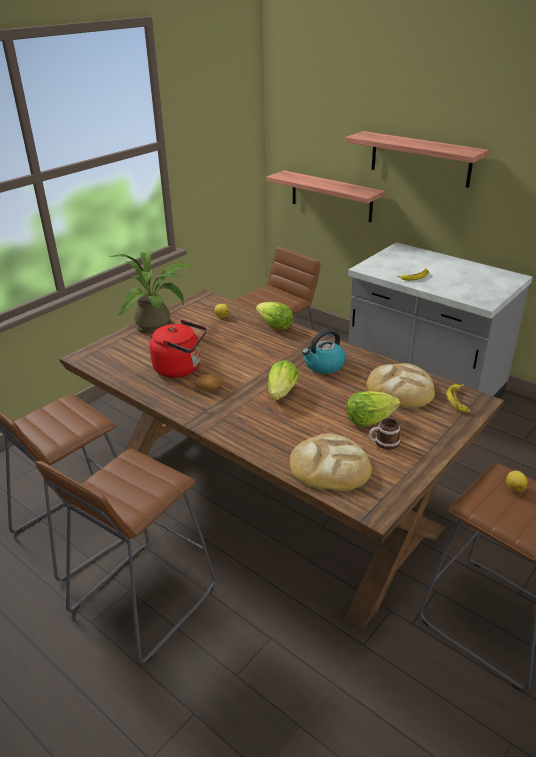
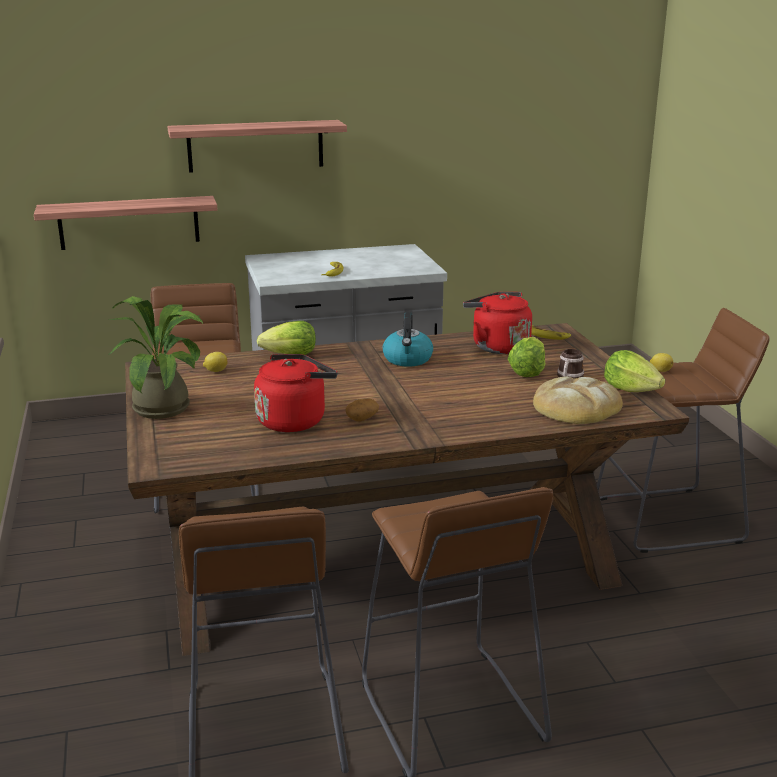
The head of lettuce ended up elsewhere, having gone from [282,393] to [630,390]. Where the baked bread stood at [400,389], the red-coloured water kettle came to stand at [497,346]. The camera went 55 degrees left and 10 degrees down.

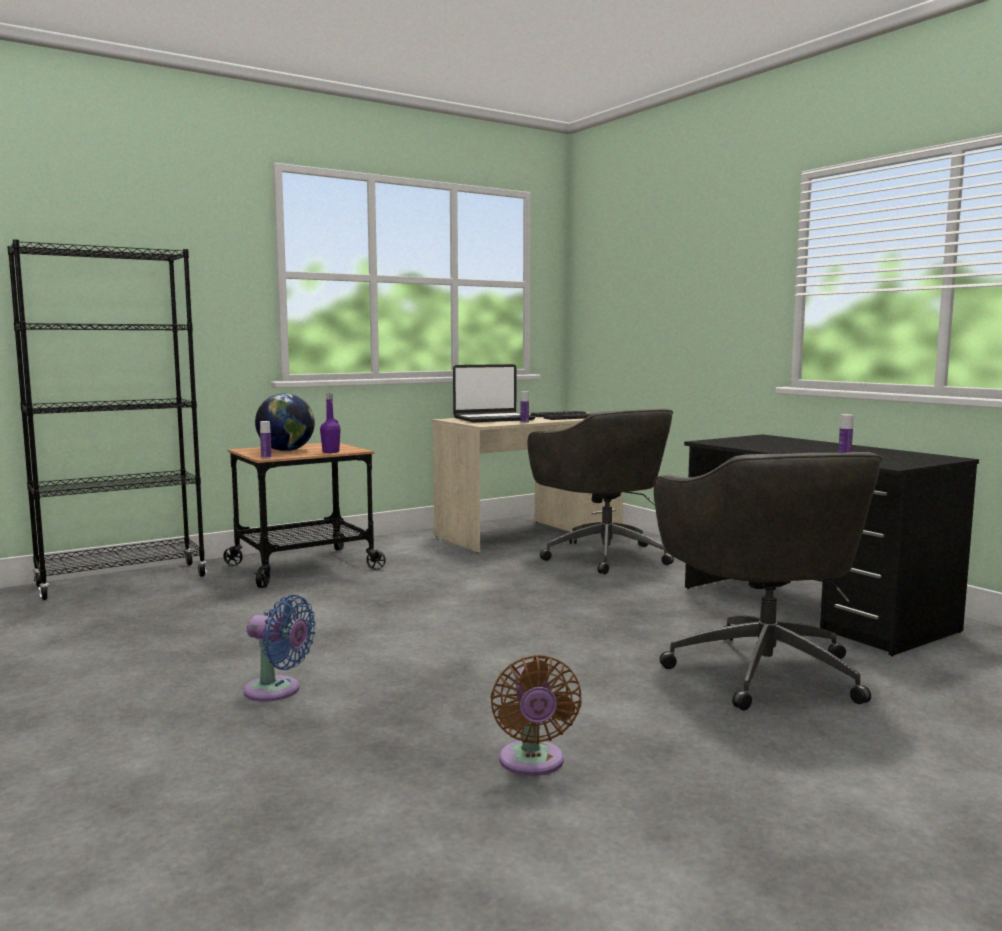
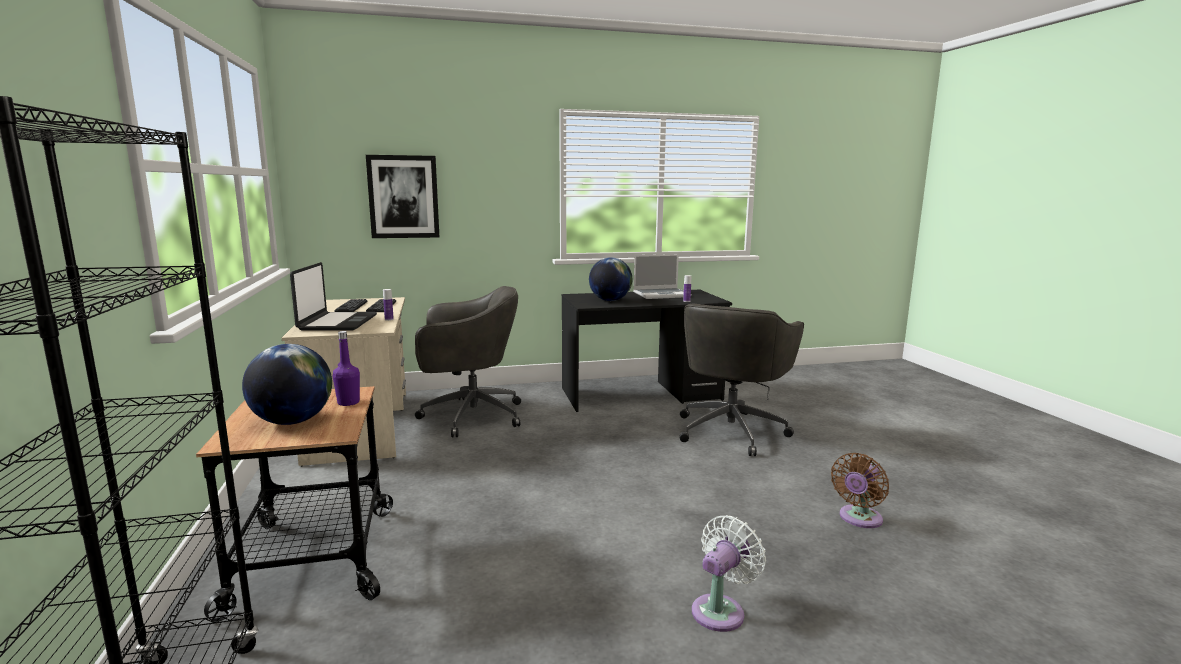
What was the blue cooling fan at [277,691] turned into the white cooling fan at [721,610]. The second view lost the bottle at [266,457]. The brownish cooling fan at [532,763] ended up facing another way, 120 degrees clockwise from before. The gray office chair at [762,670] ended up facing another way, 105 degrees clockwise from before. The second view gained the picture at [403,197]. The second view gained the desk globe at [610,300]. The second view gained the portable computer at [662,295]. The camera went 70 degrees left and 5 degrees up.

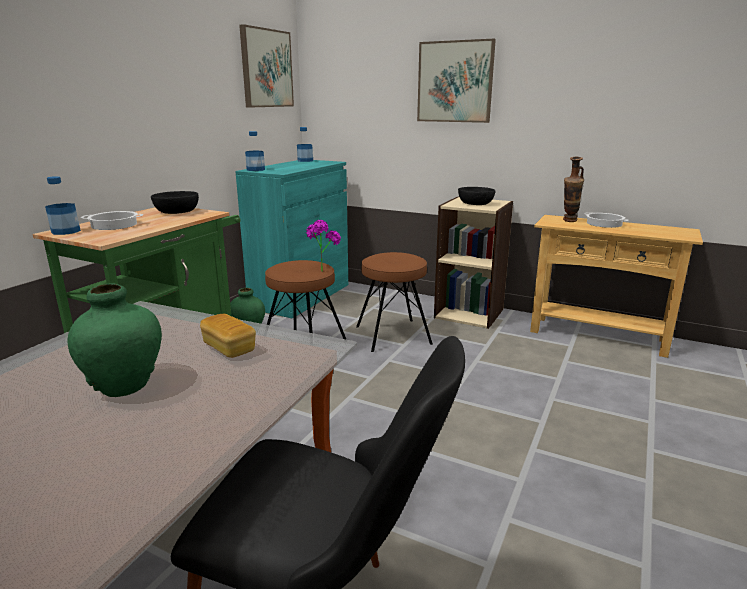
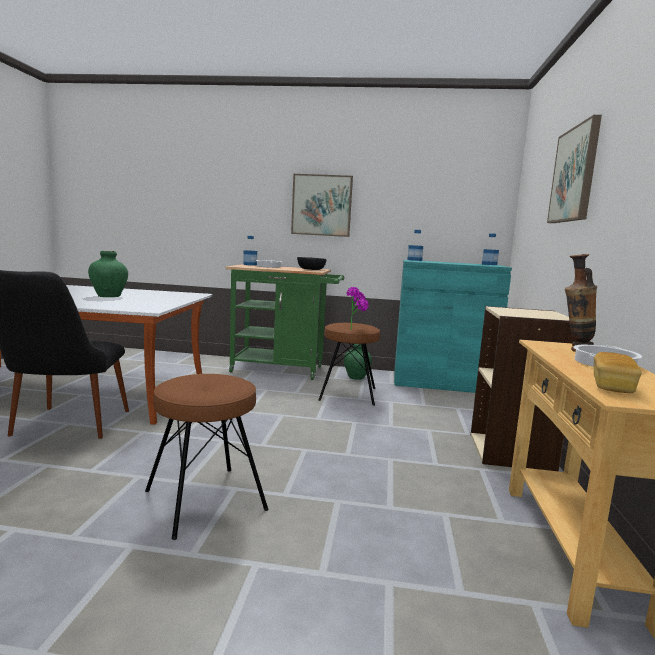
The baked bread ended up elsewhere, having gone from [229,348] to [612,386]. The picture ended up elsewhere, having gone from [266,68] to [321,205]. The brownish stool ended up elsewhere, having gone from [392,335] to [205,500]. The second view lost the black serving bowl at [475,203]. The camera went 70 degrees right and 10 degrees down.

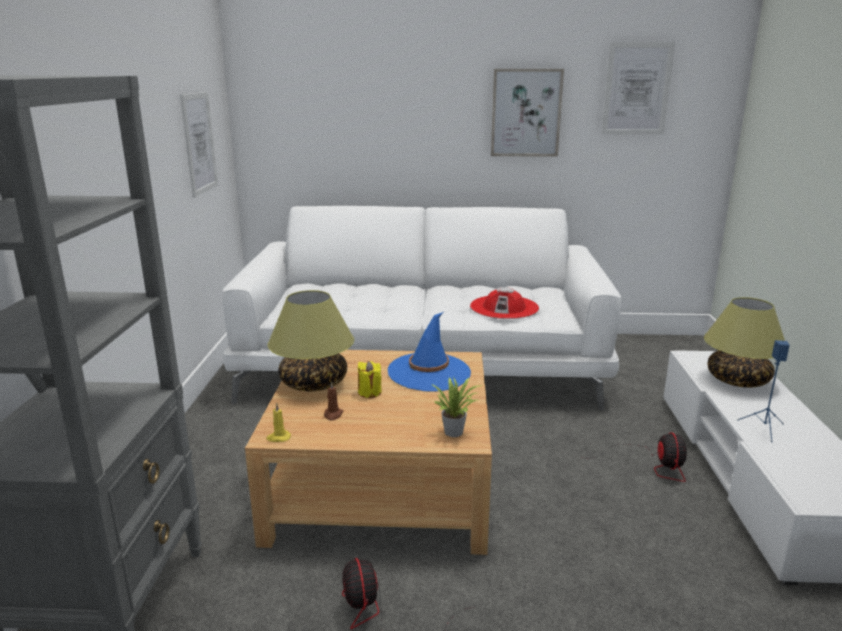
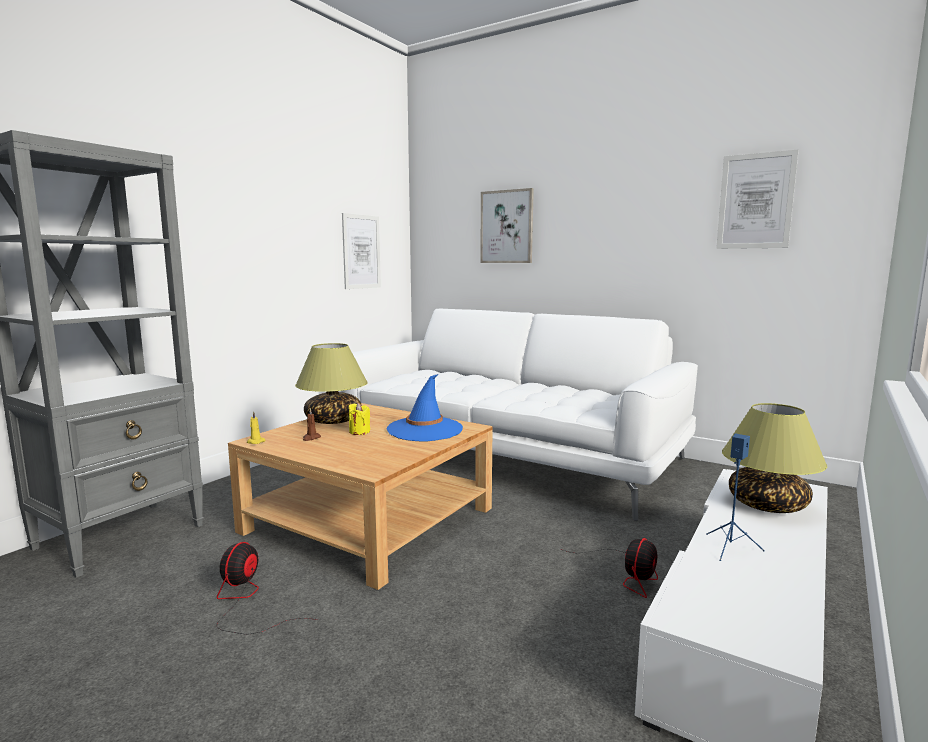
The second view lost the plant in a pot at [455,431]. The second view lost the red-coloured hat at [504,307]. The picture ended up elsewhere, having gone from [526,113] to [507,227]. The camera went 30 degrees right and 10 degrees down.

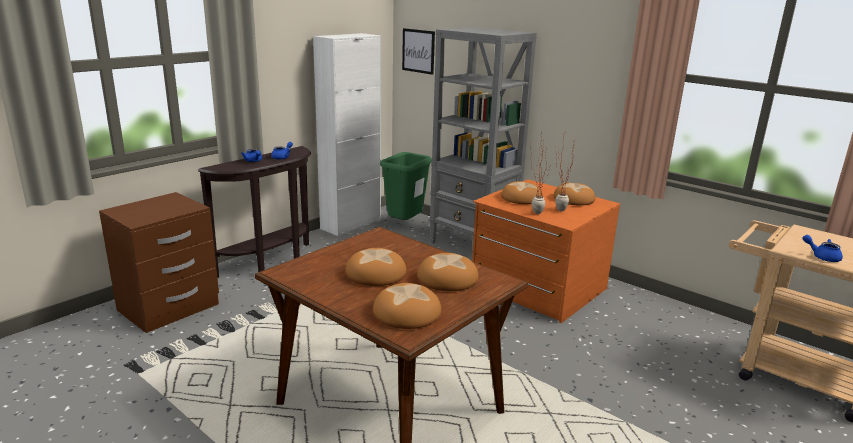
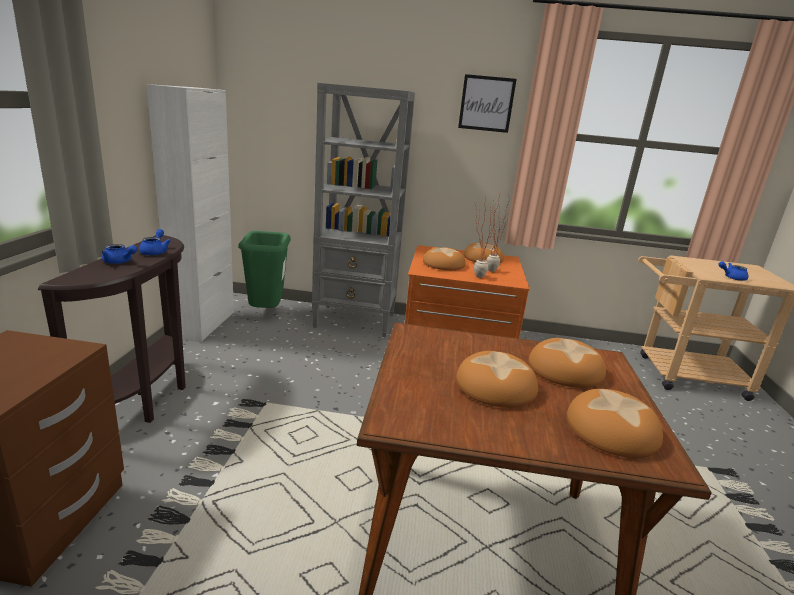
The picture ended up elsewhere, having gone from [418,51] to [486,103]. The camera went 35 degrees left and 0 degrees up.

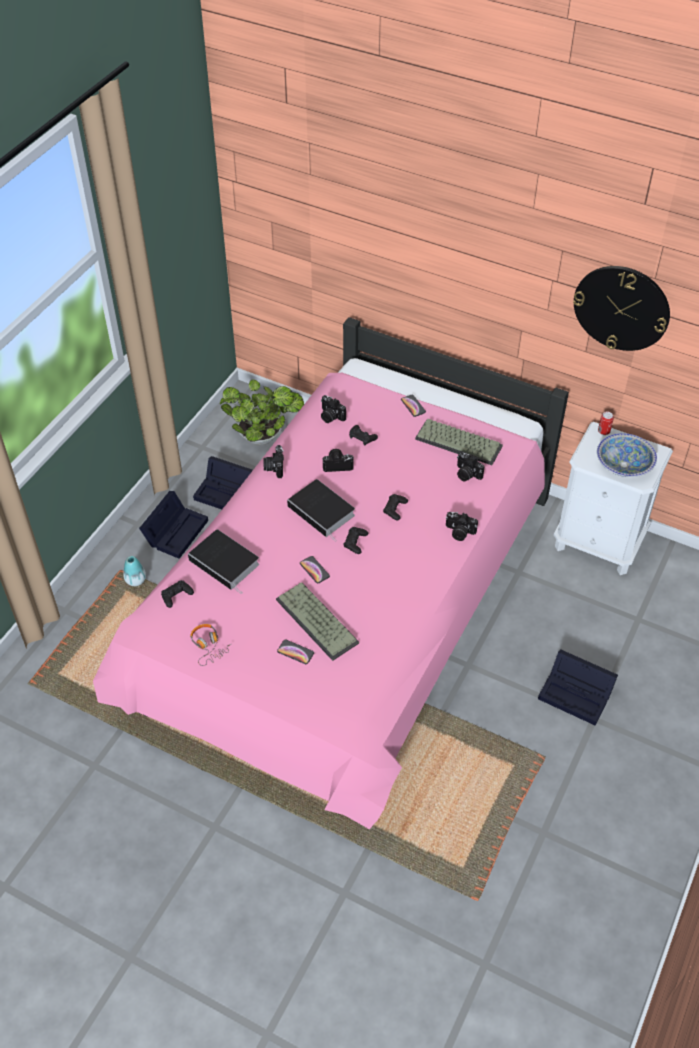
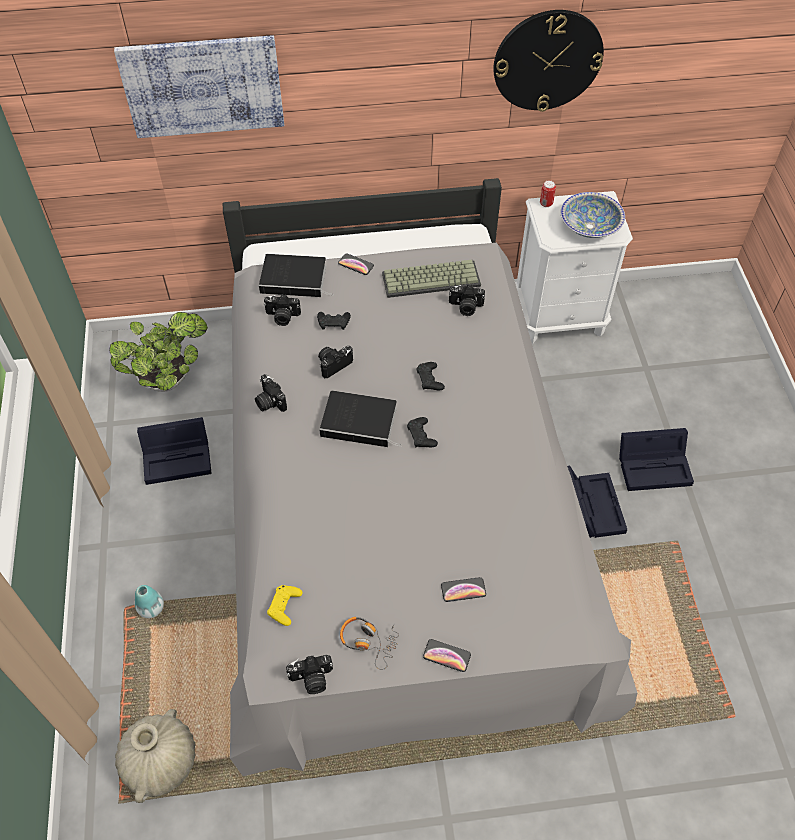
What was the pink bedroom bed at [348,611] turned into the gray bedroom bed at [396,509]. The black storage bin ended up elsewhere, having gone from [176,530] to [590,506]. What was the black joypad at [176,595] turned into the yellow joypad at [284,606]. The bound book ended up elsewhere, having gone from [226,563] to [296,279]. The second view lost the computer keyboard at [318,621]. The telephone ended up elsewhere, having gone from [314,570] to [447,655]. The still camera ended up elsewhere, having gone from [459,532] to [312,679]. The second view gained the picture at [203,86]. The second view gained the beige decorative vase at [160,762]. The camera went 35 degrees left and 5 degrees up.

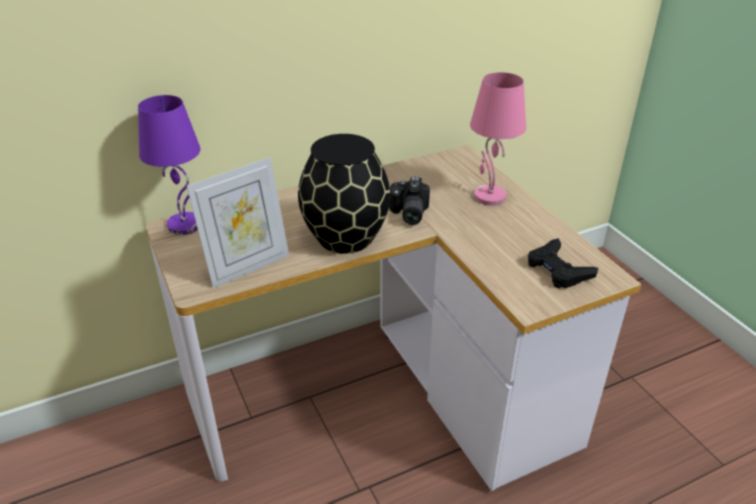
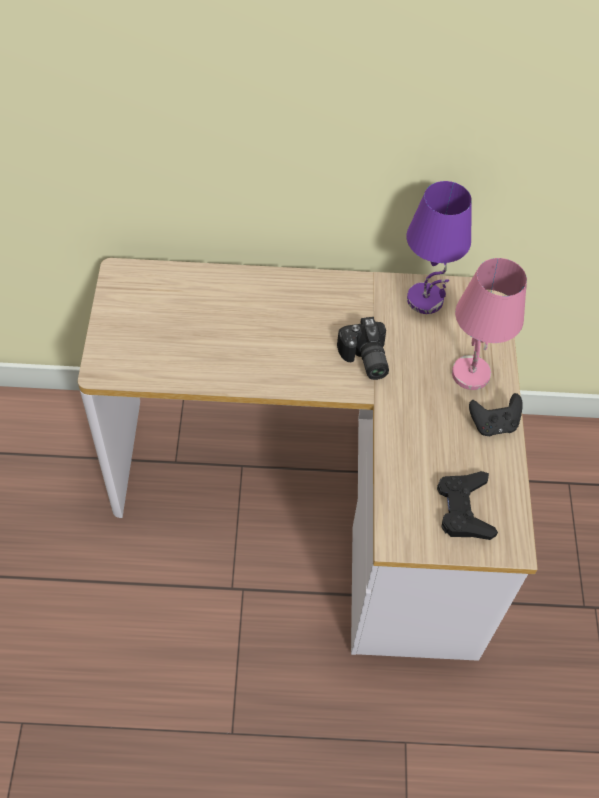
The purple lamp for a table ended up elsewhere, having gone from [186,225] to [426,300]. The second view lost the photo frame at [247,267]. The second view lost the black decorative vase at [345,238]. The still camera at [407,213] ended up facing another way, 45 degrees counterclockwise from before. The second view gained the black joypad at [493,424]. The camera went 25 degrees right and 20 degrees up.

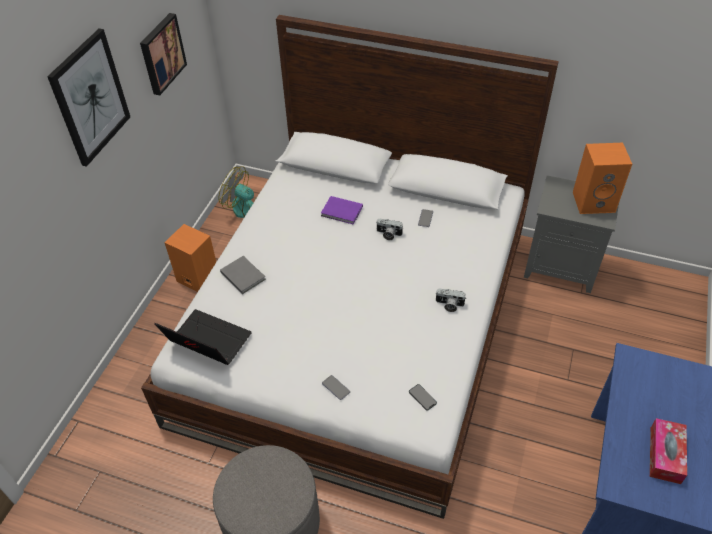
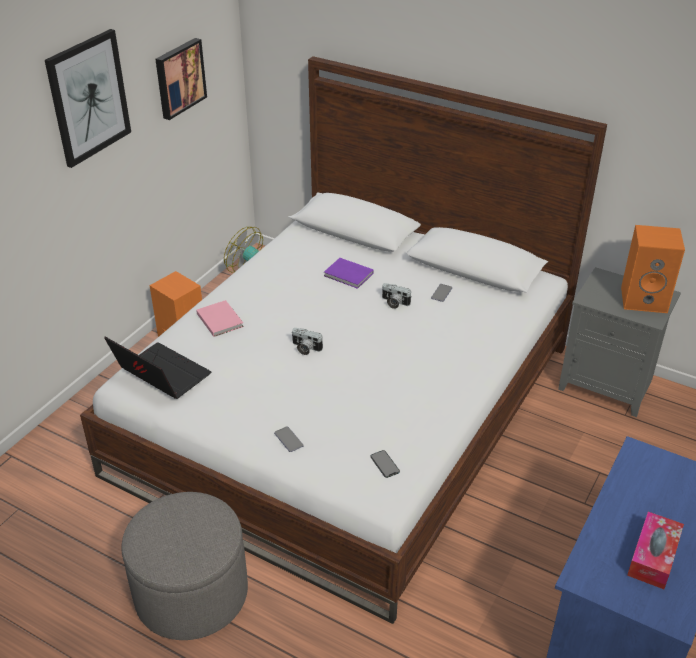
What was the gray bound book at [243,275] turned into the pink bound book at [220,319]. The still camera ended up elsewhere, having gone from [449,305] to [305,348]. The camera went 10 degrees right and 10 degrees down.

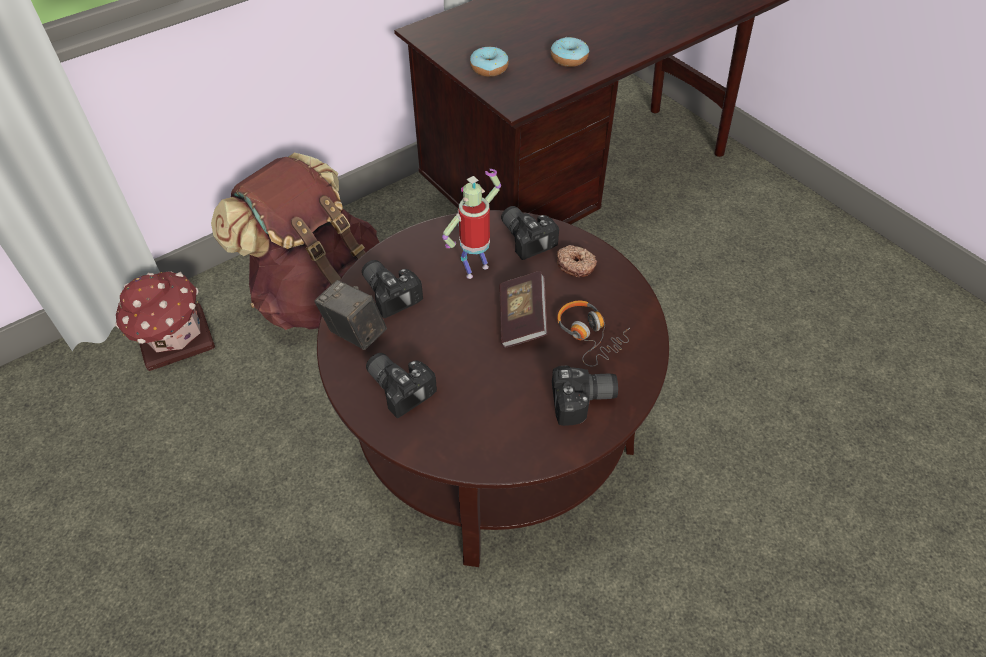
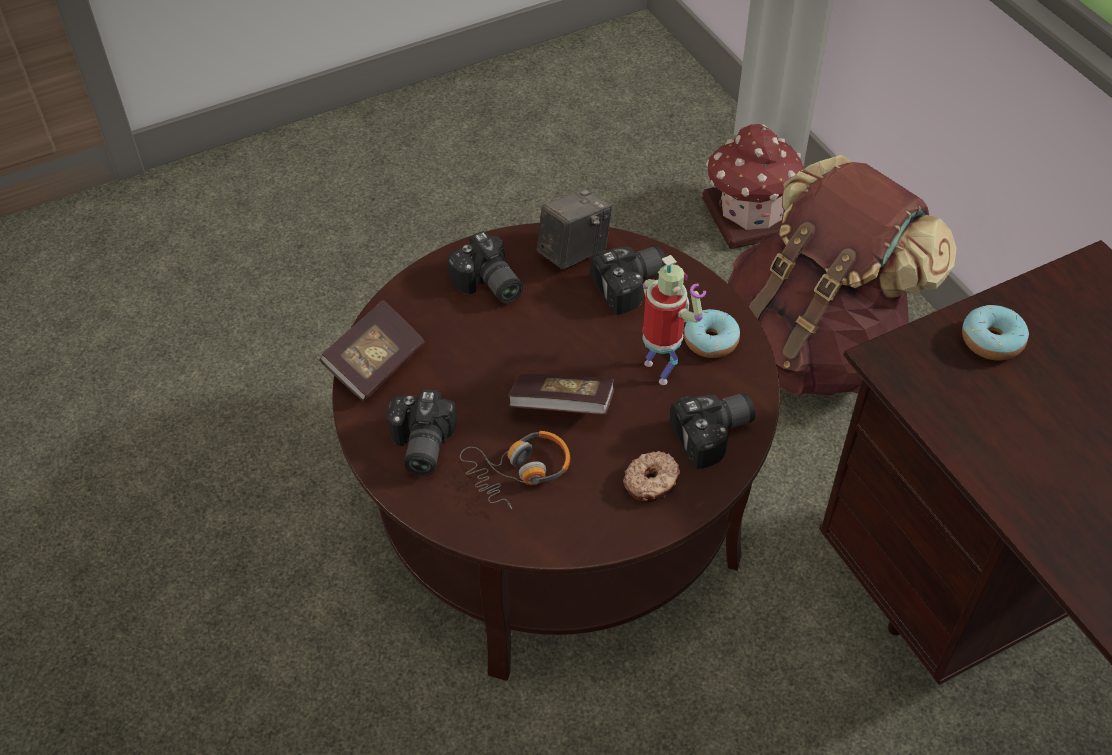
The still camera at [400,386] ended up facing another way, 90 degrees clockwise from before. The donut ended up elsewhere, having gone from [569,59] to [710,341]. The second view gained the bound book at [375,364]. The camera went 100 degrees right and 0 degrees up.

